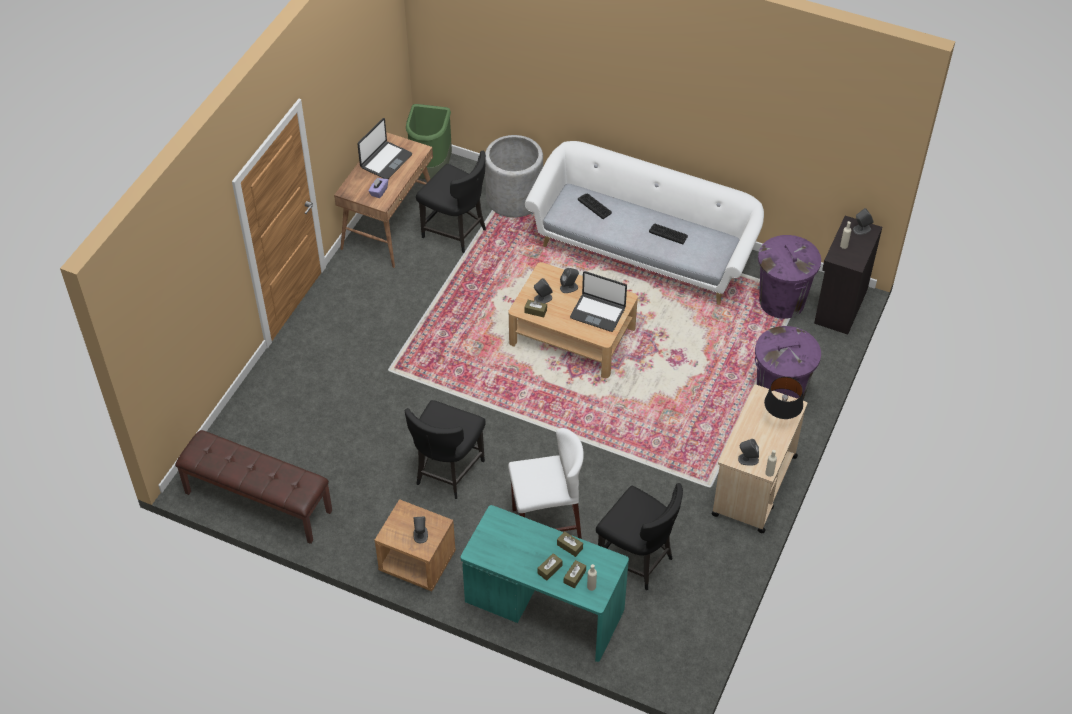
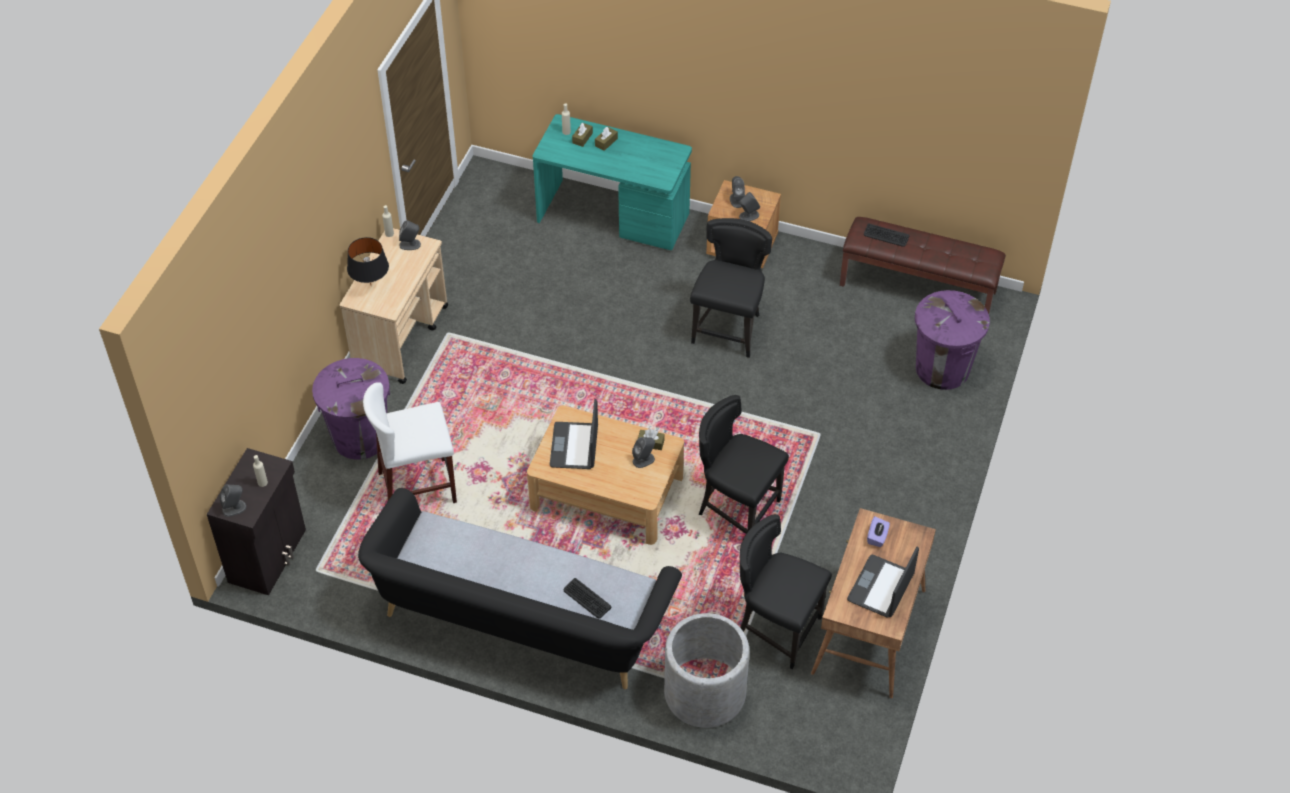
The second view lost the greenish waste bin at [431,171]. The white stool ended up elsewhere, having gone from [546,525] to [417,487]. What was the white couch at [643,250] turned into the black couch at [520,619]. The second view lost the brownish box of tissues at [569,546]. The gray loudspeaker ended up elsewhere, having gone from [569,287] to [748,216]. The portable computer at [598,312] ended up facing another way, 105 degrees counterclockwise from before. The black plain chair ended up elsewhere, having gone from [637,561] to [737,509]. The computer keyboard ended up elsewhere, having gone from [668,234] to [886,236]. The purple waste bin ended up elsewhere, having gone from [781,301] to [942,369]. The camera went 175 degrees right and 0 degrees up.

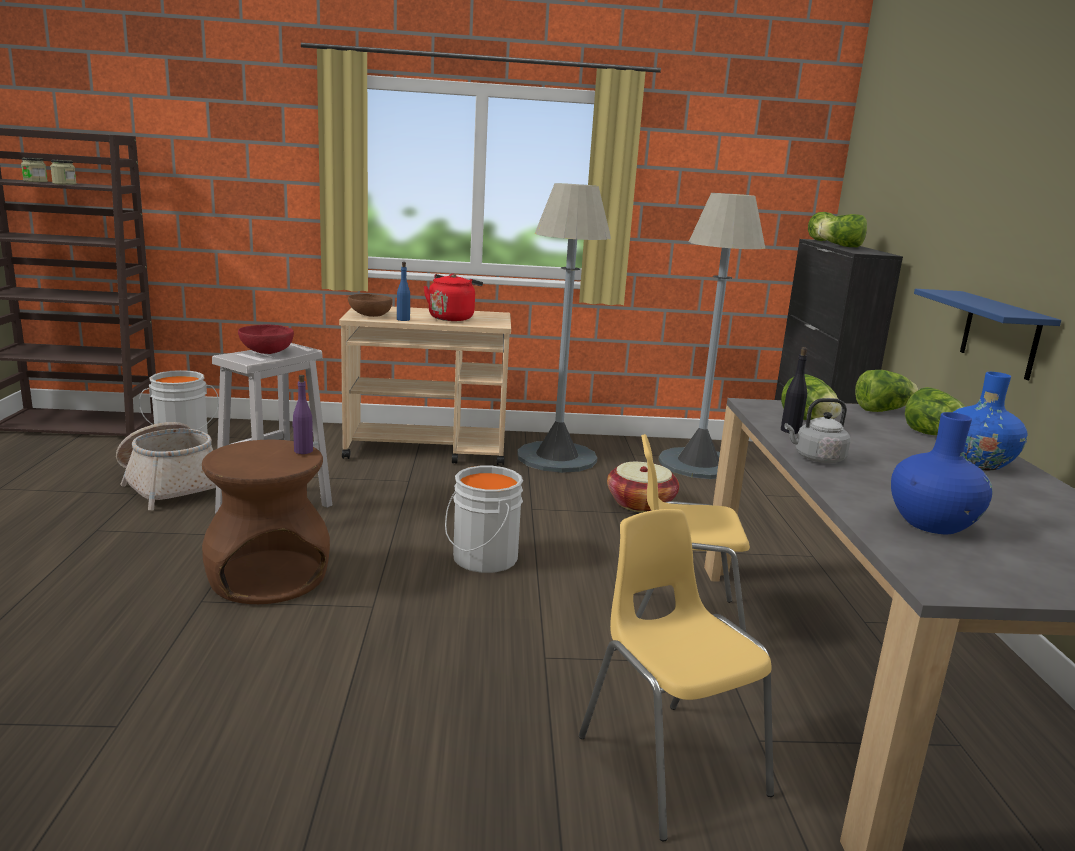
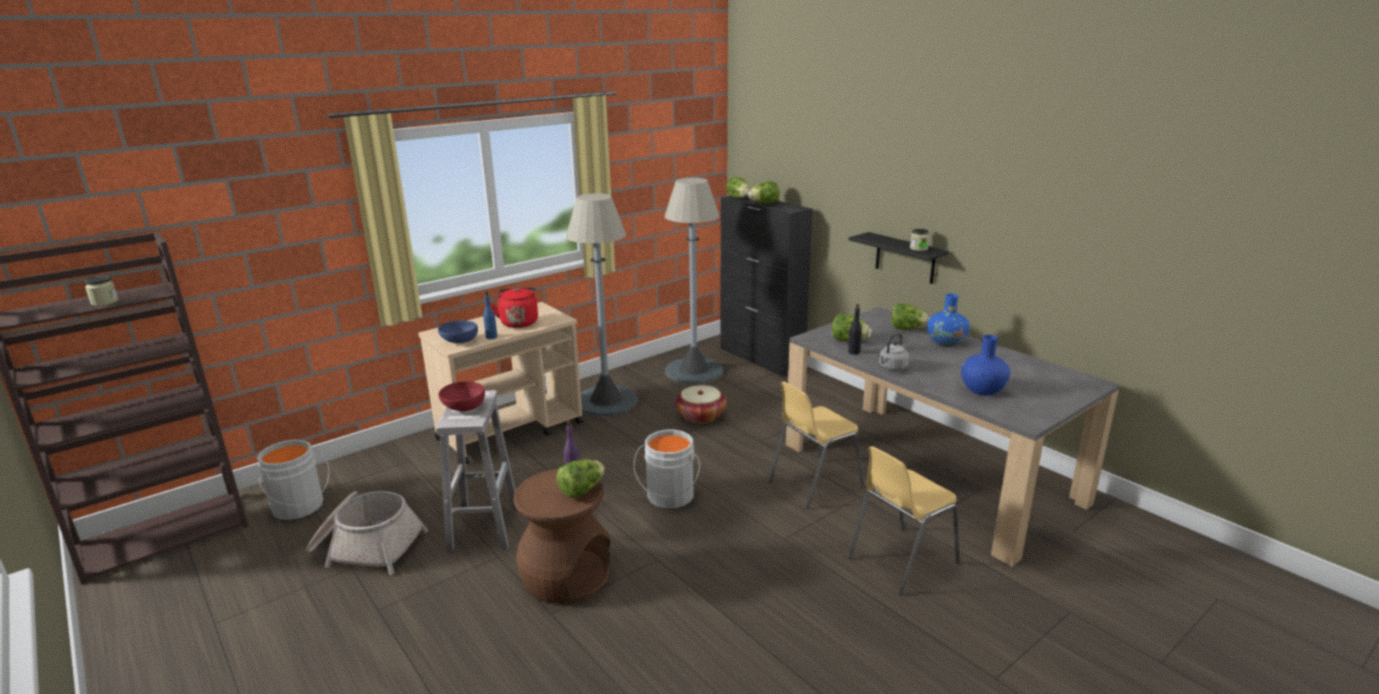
The storage jar ended up elsewhere, having gone from [35,181] to [918,248]. What was the brownish serving bowl at [369,315] turned into the blue serving bowl at [459,341]. The yellow plain chair at [669,764] ended up facing another way, 60 degrees counterclockwise from before. The head of lettuce ended up elsewhere, having gone from [882,410] to [581,490]. What was the blue bracket shelf at [1000,334] turned into the black bracket shelf at [905,258]. The camera went 35 degrees left and 5 degrees up.

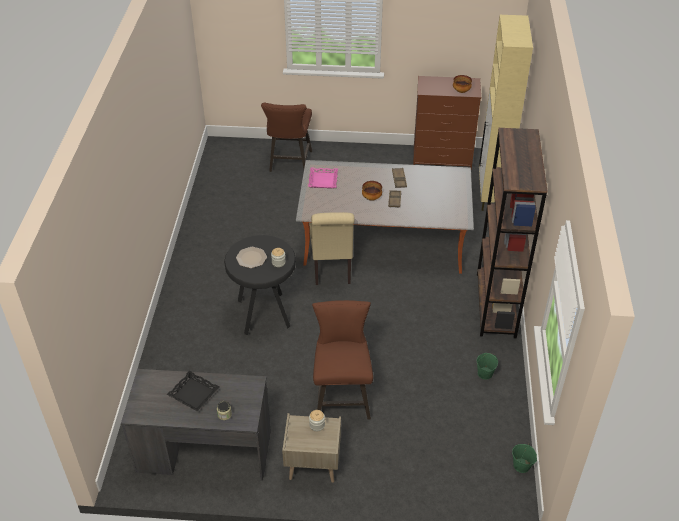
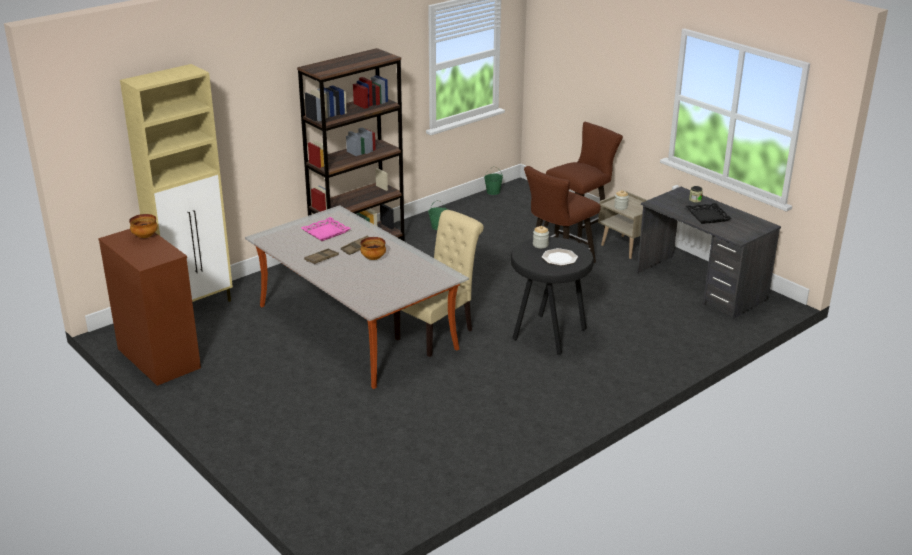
The brownish stool ended up elsewhere, having gone from [289,163] to [580,226]. The pink carrying tray ended up elsewhere, having gone from [323,180] to [325,232]. The camera went 135 degrees left and 15 degrees down.

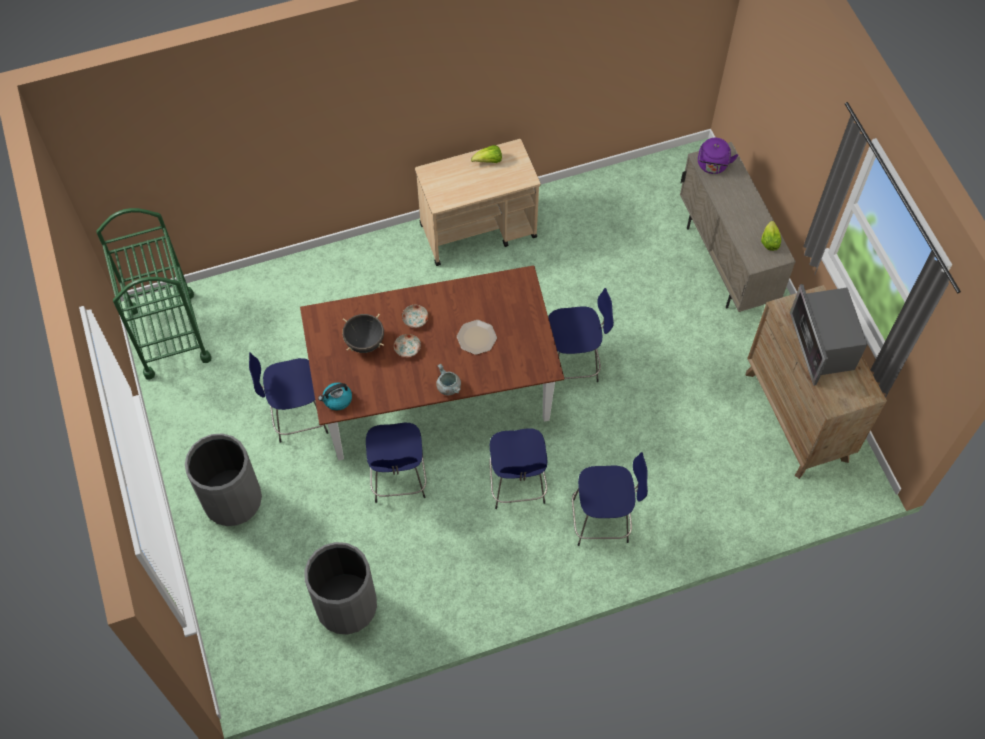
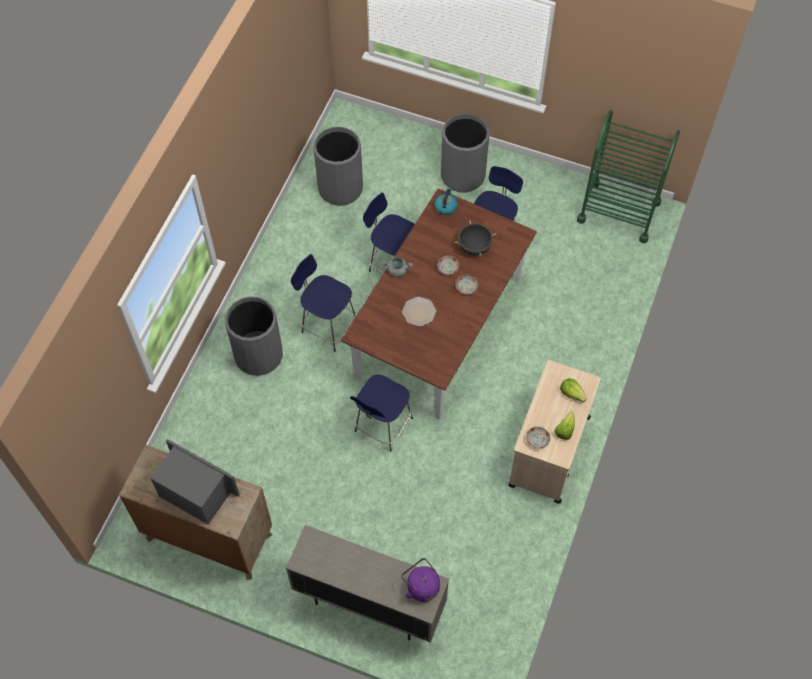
Where the blue stool stood at [603,520], the gray waste bin came to stand at [258,355]. The head of lettuce ended up elsewhere, having gone from [769,241] to [572,393]. The second view gained the dinner plate at [537,440]. The camera went 130 degrees right and 0 degrees up.

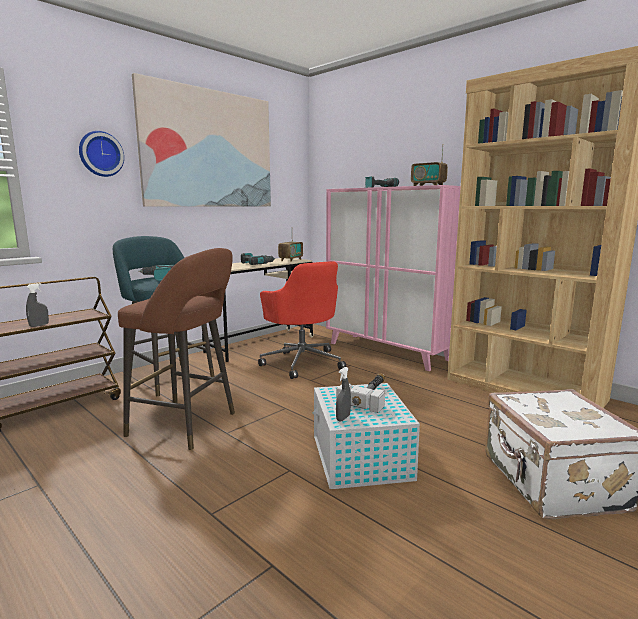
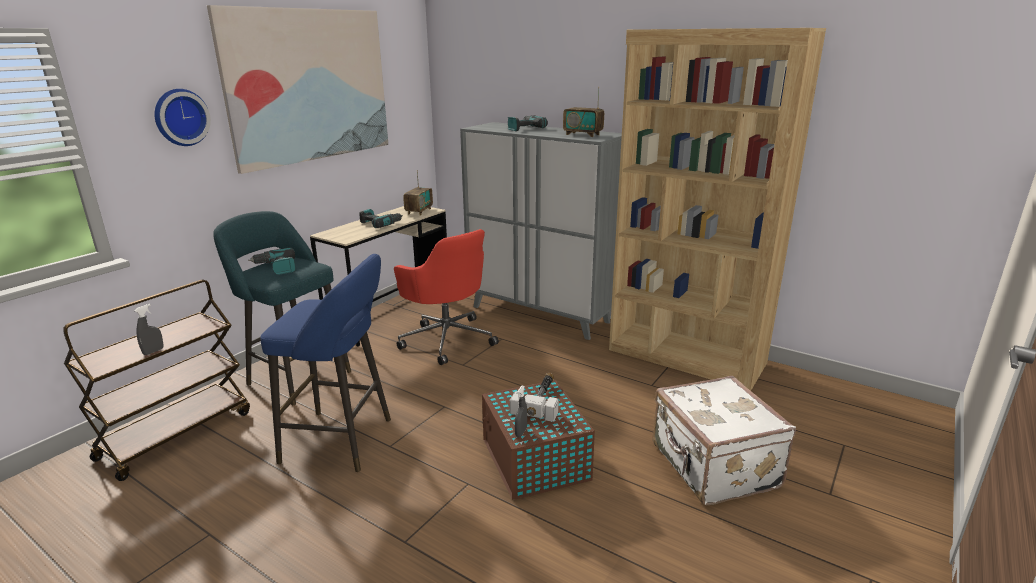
What was the brownish stool at [187,425] turned into the blue stool at [343,441]. What was the white storage bin at [361,458] turned into the brownish storage bin at [535,461]. What was the pink cupboard at [388,351] turned into the gray cupboard at [540,314]. The camera went 10 degrees left and 10 degrees up.

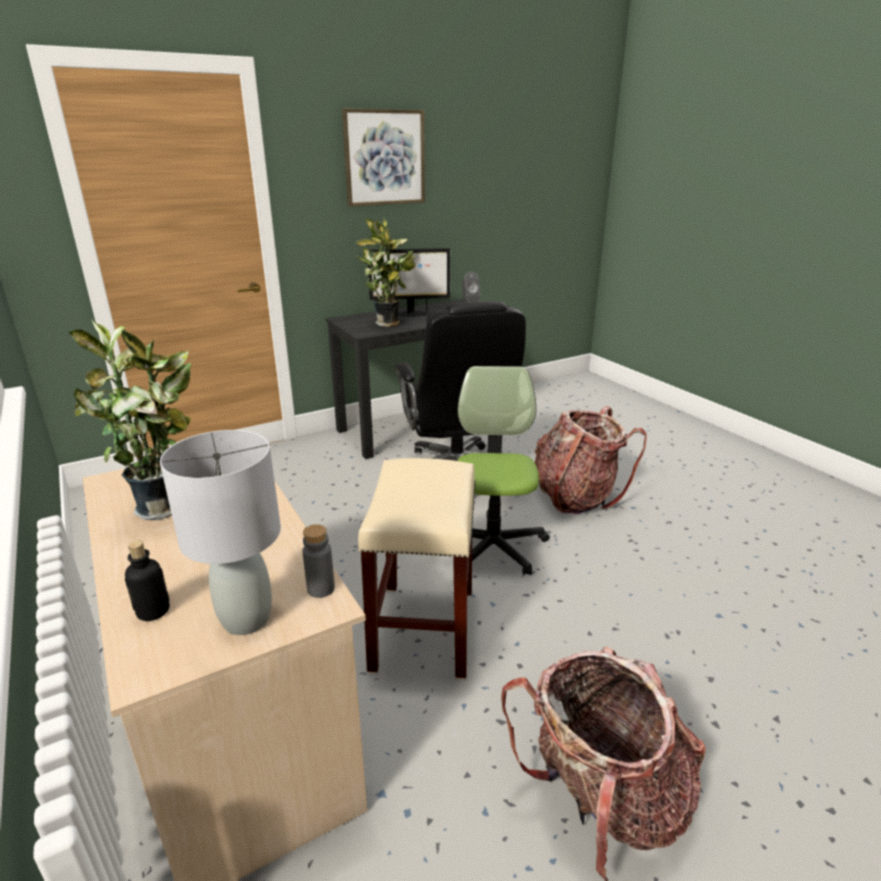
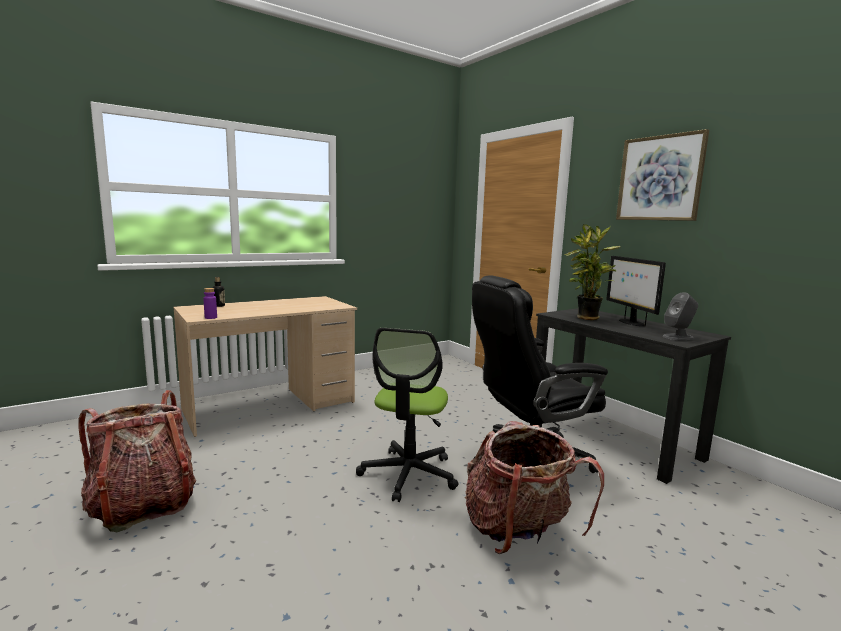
The second view lost the plant in a pot at [166,508]. The second view lost the gray lamp for a table at [245,619]. What was the gray bottle at [321,589] turned into the purple bottle at [211,317]. The second view lost the beige stool at [424,629]. The office chair at [492,547] ended up facing another way, 105 degrees clockwise from before. The camera went 85 degrees right and 15 degrees down.

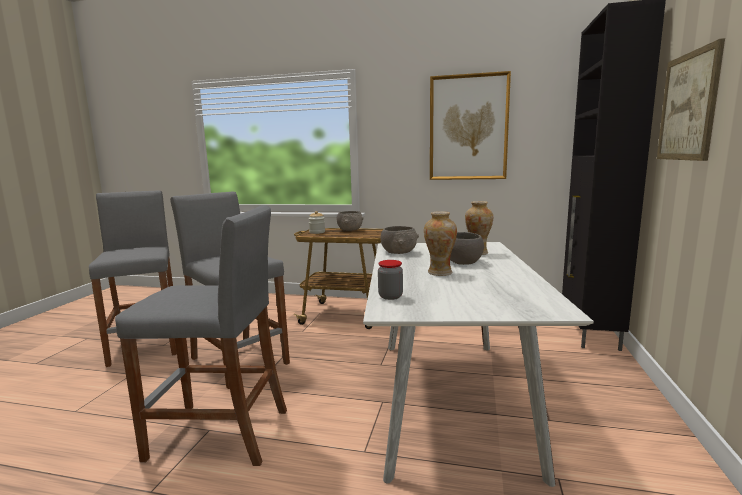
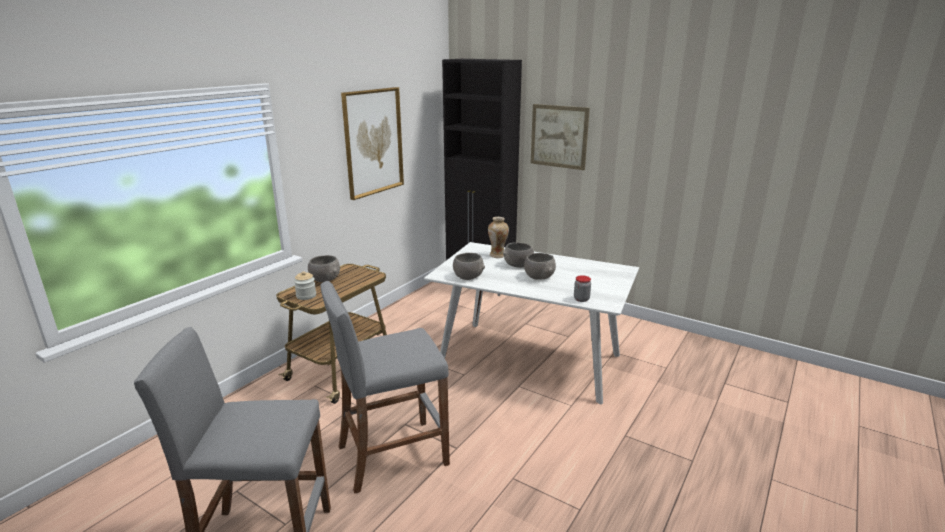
The second view lost the gray stool at [220,434]. Where the decorative vase stood at [440,273], the gray serving bowl came to stand at [539,276]. The camera went 70 degrees left and 10 degrees up.

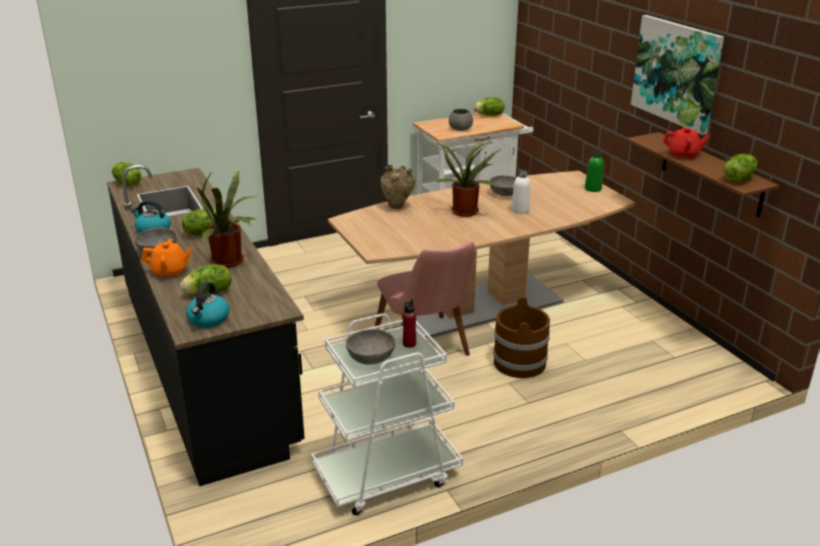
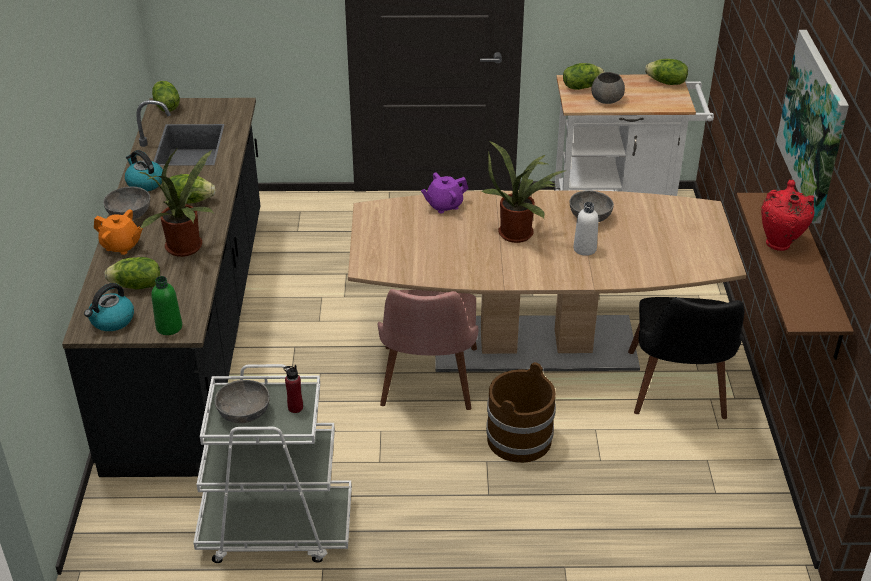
Where the beige decorative vase stood at [397,207], the purple tea pot came to stand at [444,205]. The greenish bottle ended up elsewhere, having gone from [593,189] to [169,327]. Where the red-coloured tea pot stood at [683,155], the red-coloured decorative vase came to stand at [780,243]. The head of lettuce ended up elsewhere, having gone from [738,179] to [581,86]. The second view gained the black plain chair at [678,396]. The camera went 25 degrees right and 10 degrees up.

